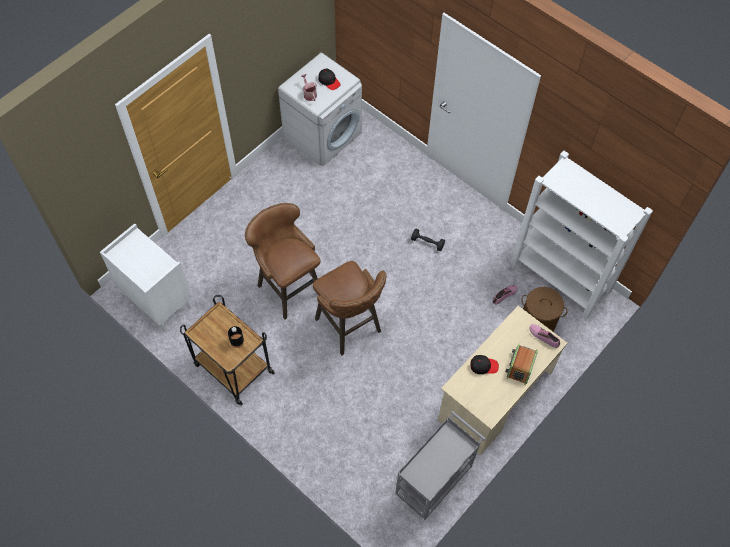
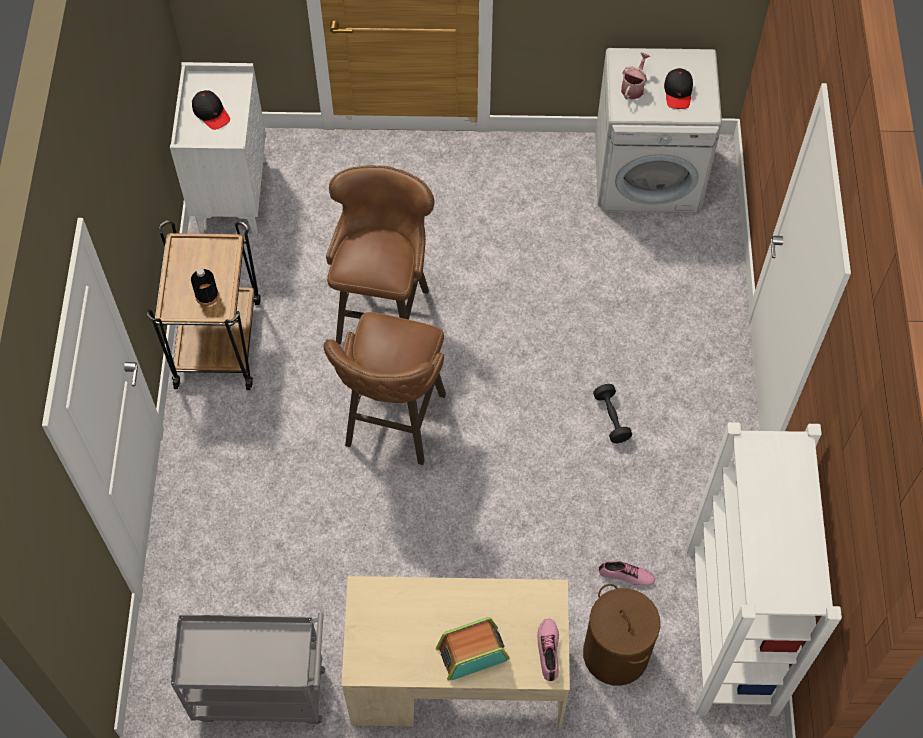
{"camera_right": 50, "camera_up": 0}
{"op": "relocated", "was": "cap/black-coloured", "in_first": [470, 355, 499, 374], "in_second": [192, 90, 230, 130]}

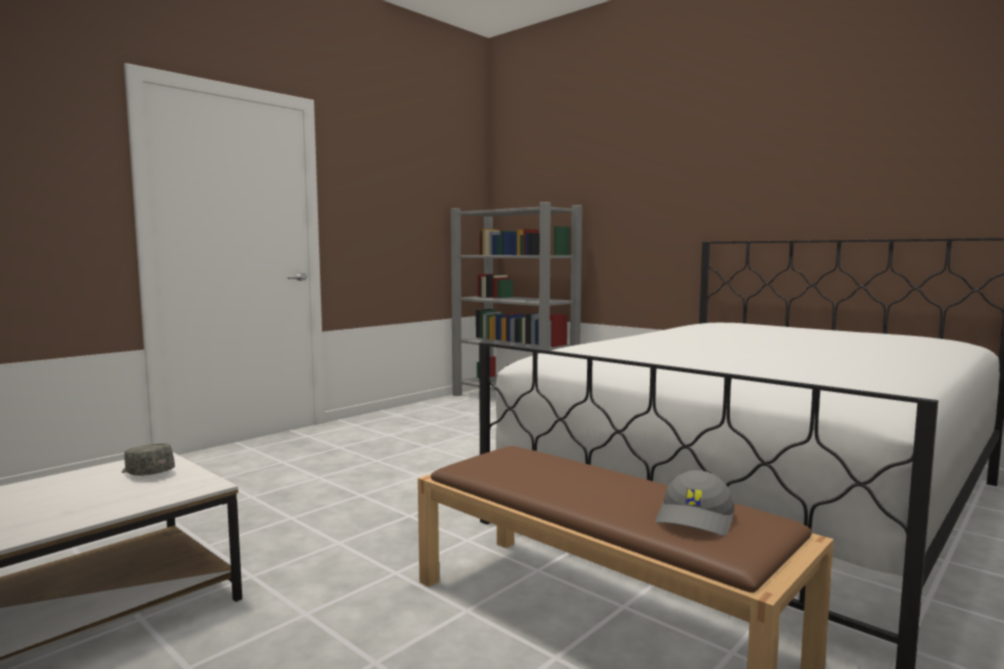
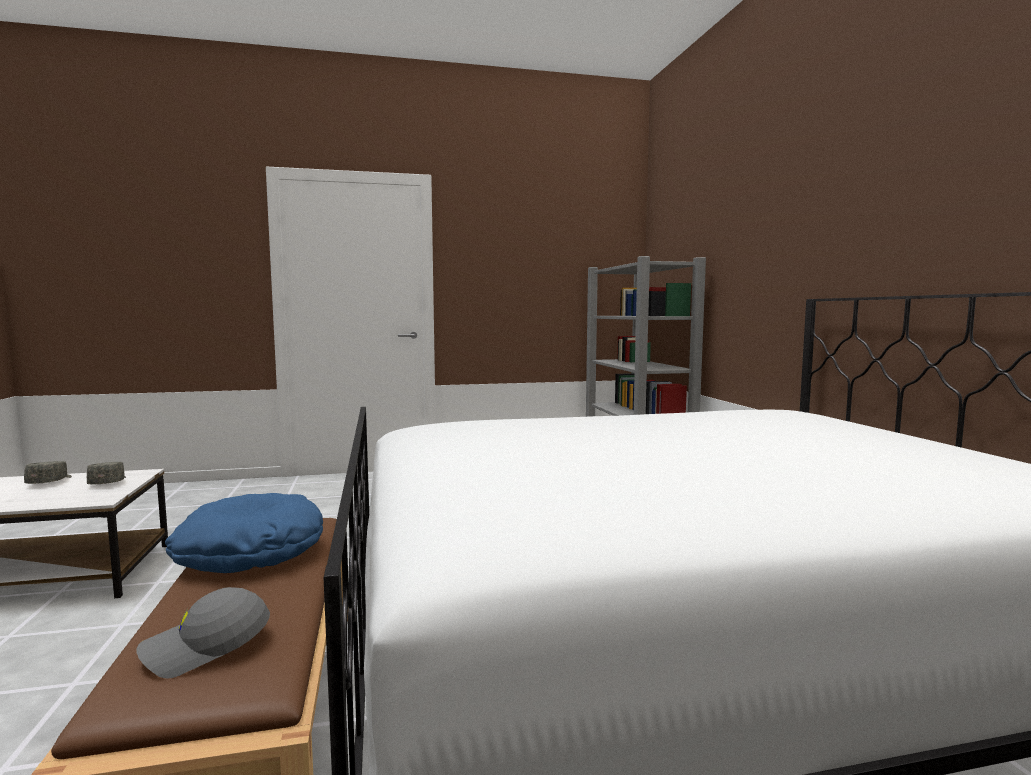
{"camera_right": 35, "camera_up": 0}
{"op": "appeared", "now": "cap/gray", "in_second": [24, 461, 72, 484]}
{"op": "appeared", "now": "pillow/bluish", "in_second": [165, 493, 323, 573]}

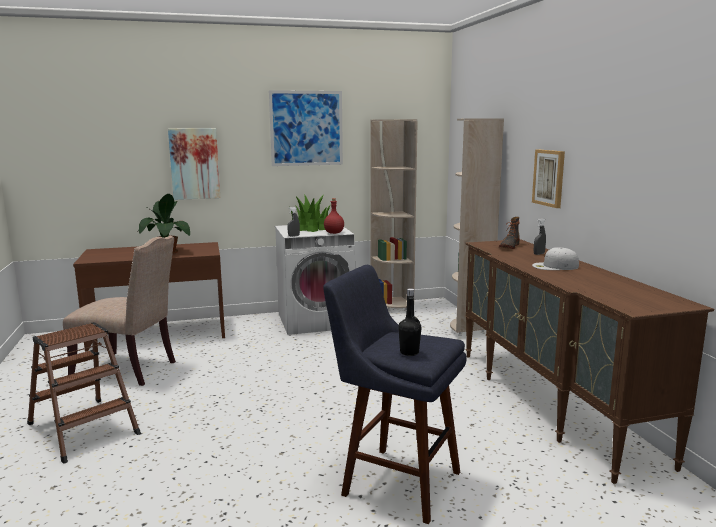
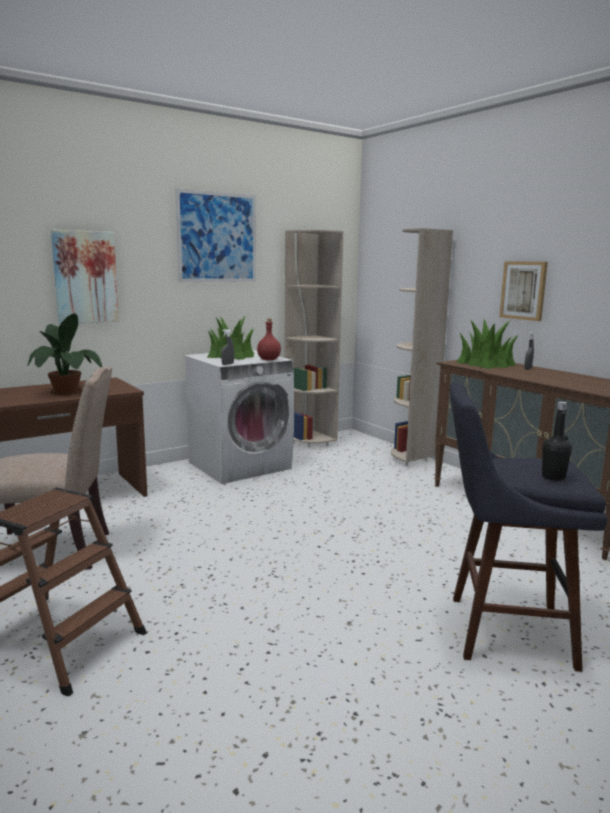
{"camera_right": -20, "camera_up": 0}
{"op": "exchanged", "was": "high-top boot", "now": "houseplant", "in_first": [499, 217, 520, 249], "in_second": [457, 319, 518, 369]}
{"op": "missing", "was": "cap/white-coloured", "in_first": [532, 247, 579, 270]}

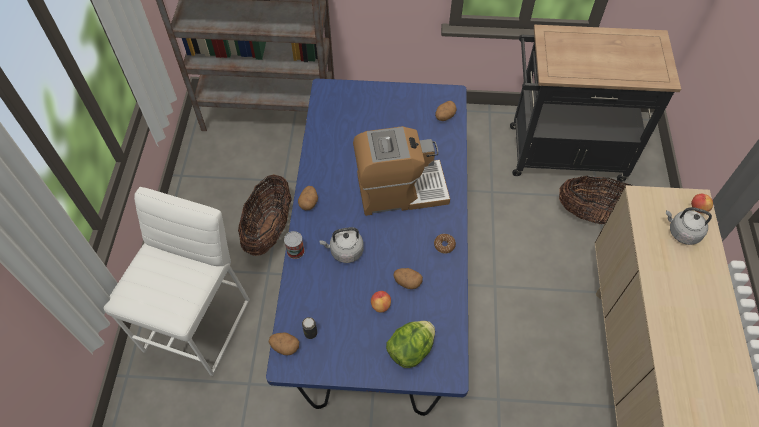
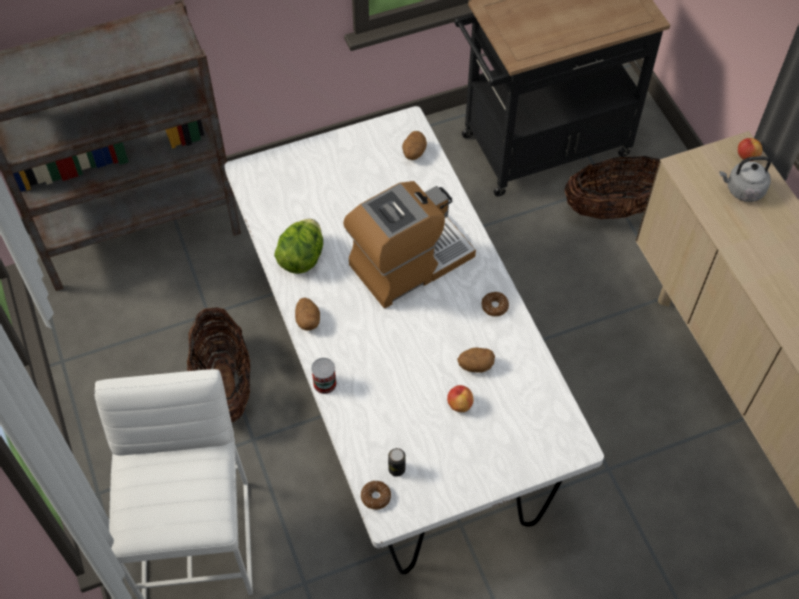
{"camera_right": -25, "camera_up": 0}
{"op": "colour", "was": "kitchen table/bluish", "now": "kitchen table/white-coloured", "in_first": [266, 79, 469, 416], "in_second": [224, 106, 604, 574]}
{"op": "missing", "was": "kettle/gray", "in_first": [319, 227, 364, 263]}
{"op": "relocated", "was": "lettuce head", "in_first": [386, 321, 435, 368], "in_second": [274, 219, 323, 274]}
{"op": "exchanged", "was": "potato", "now": "doughnut", "in_first": [269, 332, 299, 355], "in_second": [361, 481, 391, 510]}

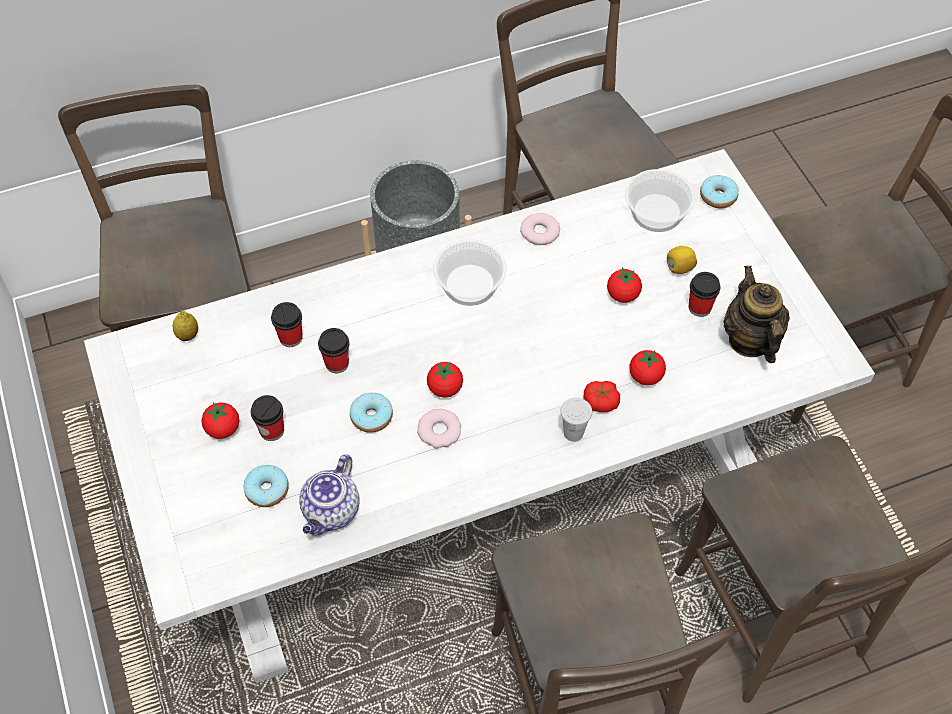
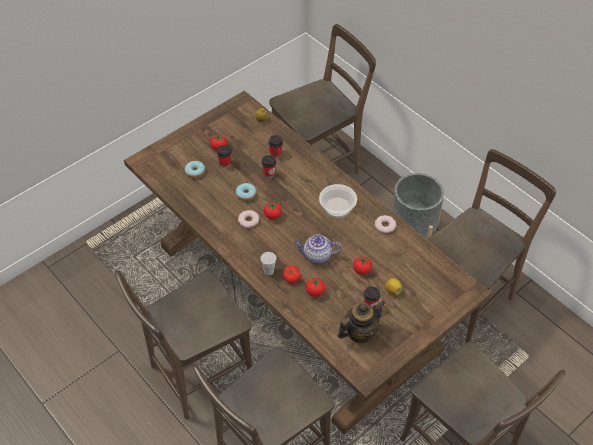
{"camera_right": 70, "camera_up": -5}
{"op": "colour", "was": "kitchen table/white-coloured", "now": "kitchen table/brown", "in_first": [84, 149, 875, 683], "in_second": [124, 91, 492, 434]}
{"op": "missing", "was": "deep dish", "in_first": [625, 169, 696, 232]}
{"op": "missing", "was": "doughnut", "in_first": [700, 175, 739, 208]}
{"op": "relocated", "was": "teapot", "in_first": [299, 454, 359, 536], "in_second": [294, 235, 342, 264]}

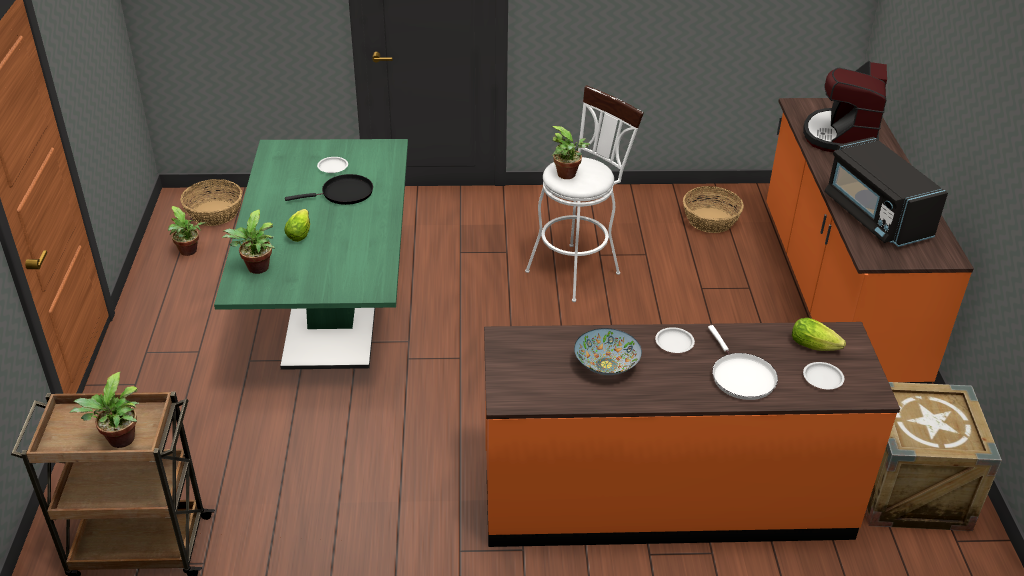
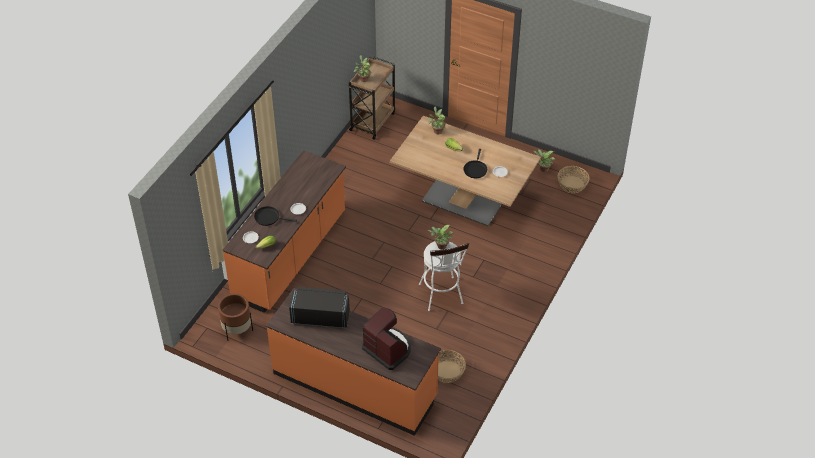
{"camera_right": 120, "camera_up": 10}
{"op": "colour", "was": "kitchen table/green", "now": "kitchen table/brown", "in_first": [214, 139, 408, 370], "in_second": [390, 116, 541, 226]}
{"op": "colour", "was": "frying pan/white-coloured", "now": "frying pan/black-coloured", "in_first": [708, 325, 778, 400], "in_second": [254, 206, 297, 226]}
{"op": "missing", "was": "deep dish", "in_first": [574, 328, 642, 375]}
{"op": "exchanged", "was": "crate", "now": "plant pot/brown", "in_first": [866, 382, 1002, 531], "in_second": [218, 294, 253, 341]}

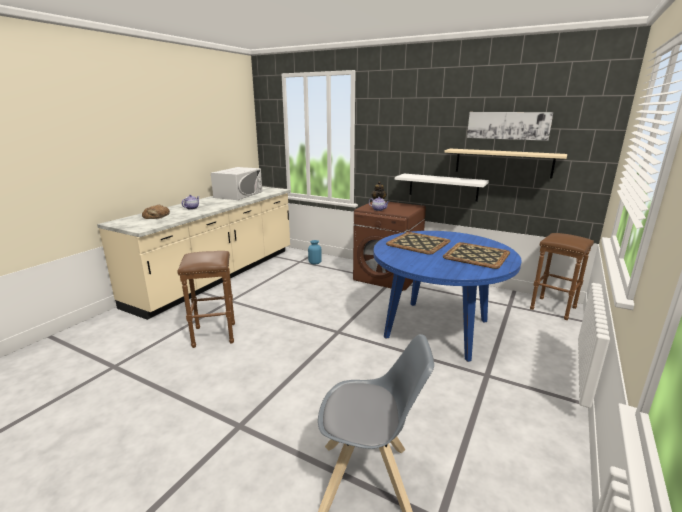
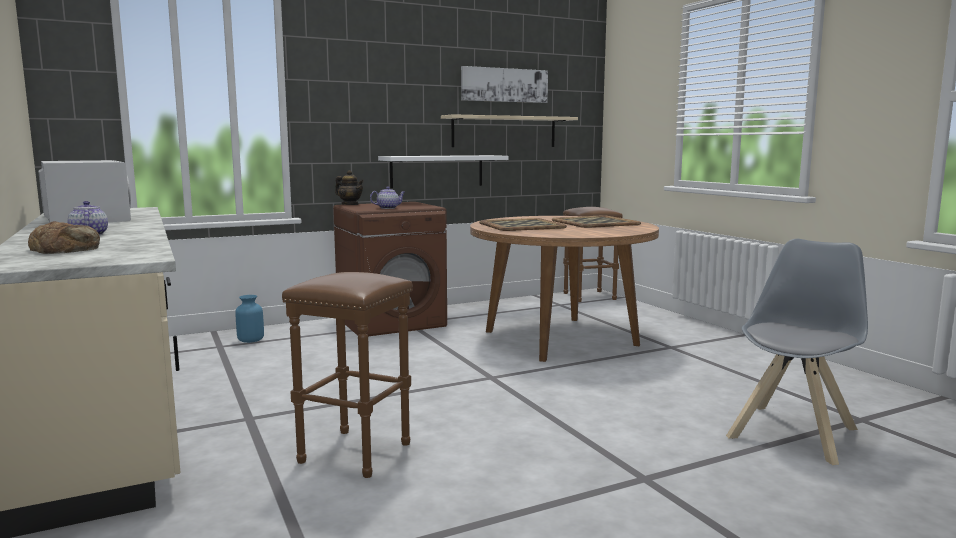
{"camera_right": -55, "camera_up": -10}
{"op": "colour", "was": "kitchen table/bluish", "now": "kitchen table/brown", "in_first": [374, 231, 522, 362], "in_second": [470, 216, 659, 362]}

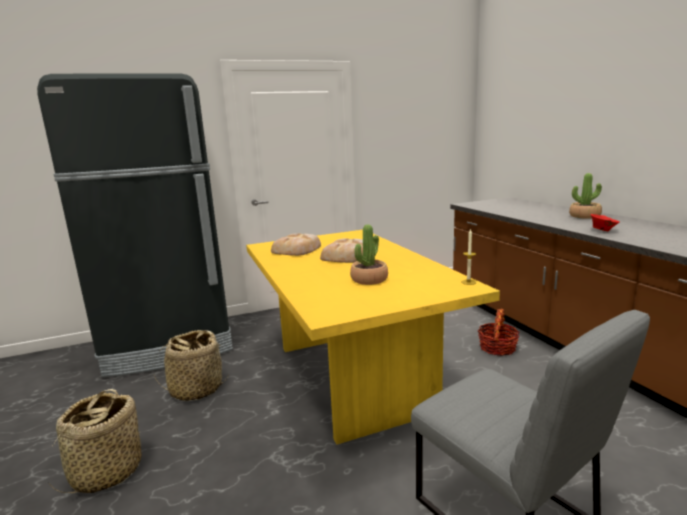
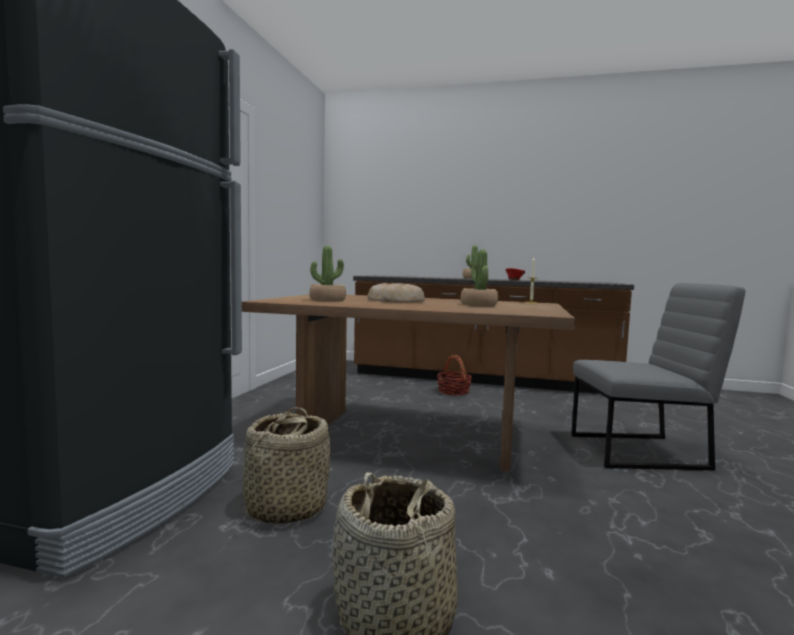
{"camera_right": -55, "camera_up": -10}
{"op": "colour", "was": "kitchen table/yellowish", "now": "kitchen table/brown", "in_first": [246, 230, 500, 444], "in_second": [242, 294, 575, 472]}
{"op": "exchanged", "was": "baked bread", "now": "houseplant", "in_first": [271, 233, 321, 256], "in_second": [309, 246, 346, 302]}

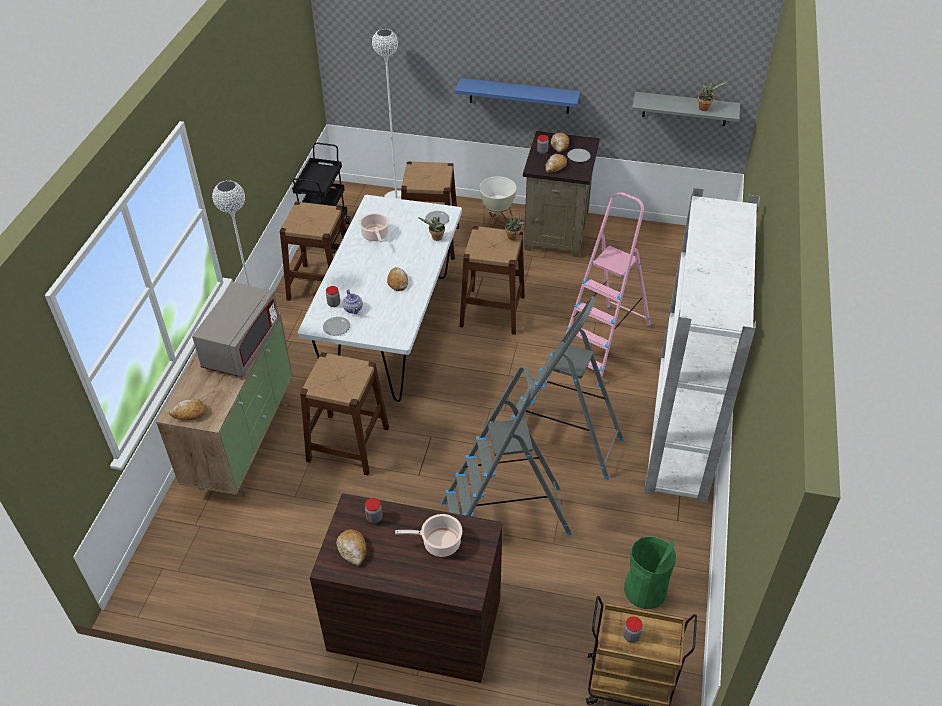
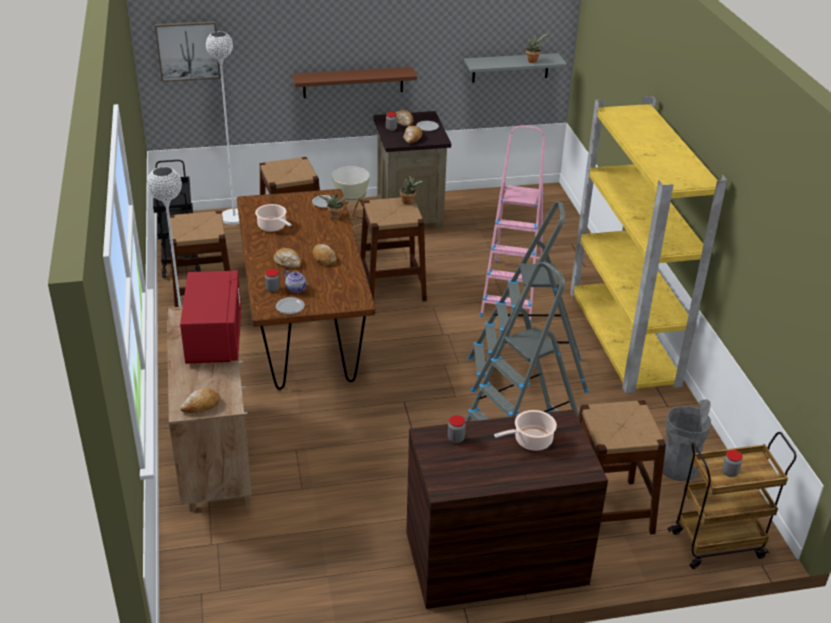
{"camera_right": -25, "camera_up": -10}
{"op": "colour", "was": "bracket shelf/bluish", "now": "bracket shelf/brown", "in_first": [455, 78, 580, 114], "in_second": [293, 67, 417, 98]}
{"op": "colour", "was": "bookcase/white-coloured", "now": "bookcase/yellowish", "in_first": [644, 188, 760, 504], "in_second": [570, 96, 727, 394]}
{"op": "colour", "was": "kitchen table/white-coloured", "now": "kitchen table/brown", "in_first": [297, 195, 462, 402], "in_second": [237, 189, 376, 390]}
{"op": "colour", "was": "microwave oven/gray", "now": "microwave oven/reddish", "in_first": [192, 282, 280, 377], "in_second": [180, 270, 241, 364]}
{"op": "relocated", "was": "stool seat/brown", "in_first": [300, 352, 389, 476], "in_second": [578, 400, 666, 534]}
{"op": "relocated", "was": "baked bread", "in_first": [336, 529, 367, 566], "in_second": [274, 248, 302, 268]}
{"op": "colour", "was": "rubbish bin/green", "now": "rubbish bin/gray", "in_first": [624, 536, 676, 609], "in_second": [663, 399, 711, 481]}
{"op": "appeared", "now": "wall art", "in_second": [155, 21, 220, 82]}

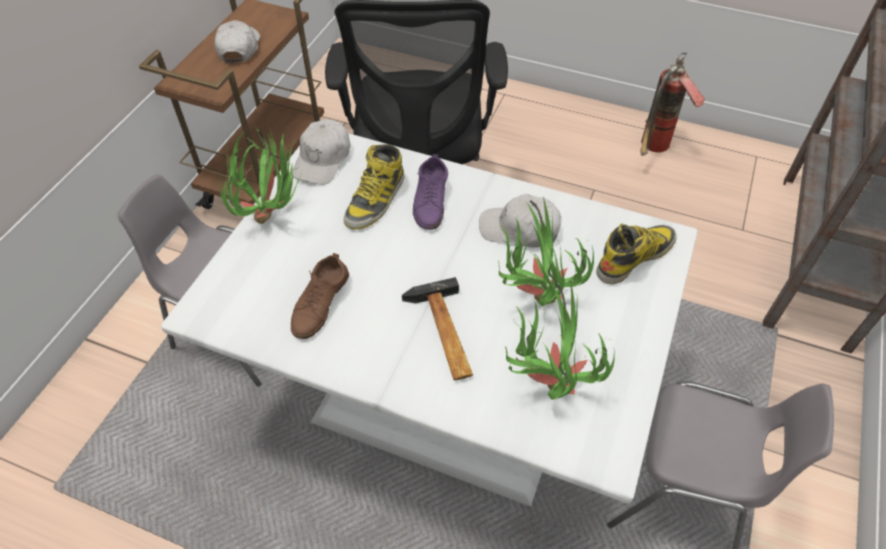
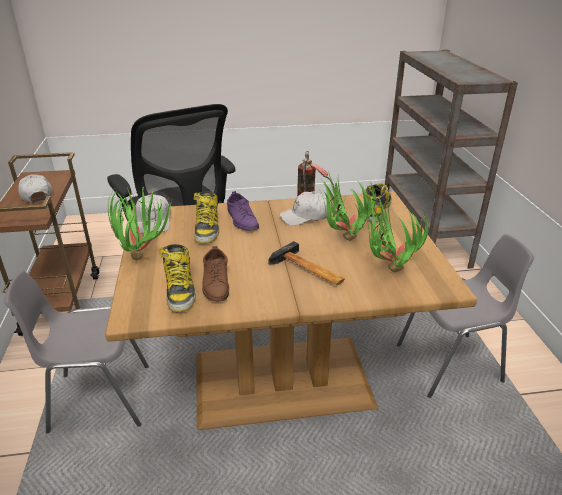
{"camera_right": -30, "camera_up": -20}
{"op": "colour", "was": "kitchen table/white-coloured", "now": "kitchen table/brown", "in_first": [161, 133, 697, 506], "in_second": [105, 192, 477, 430]}
{"op": "appeared", "now": "high-top boot", "in_second": [160, 244, 196, 312]}

